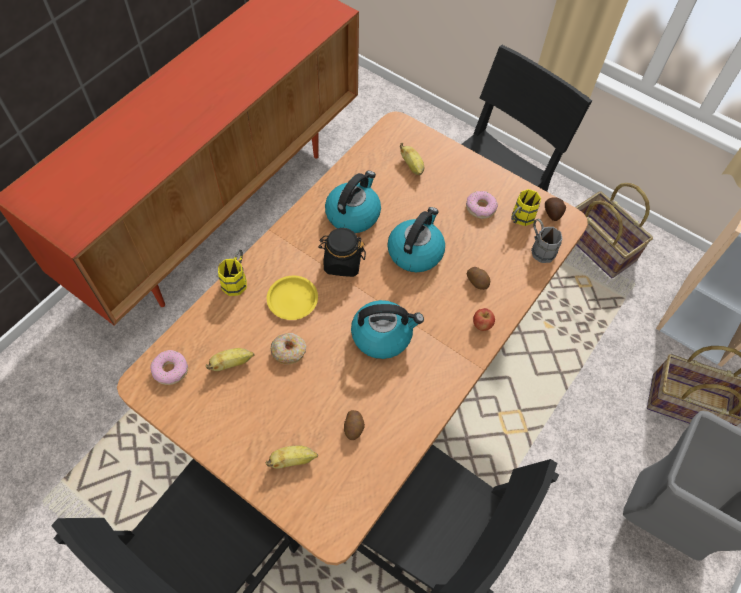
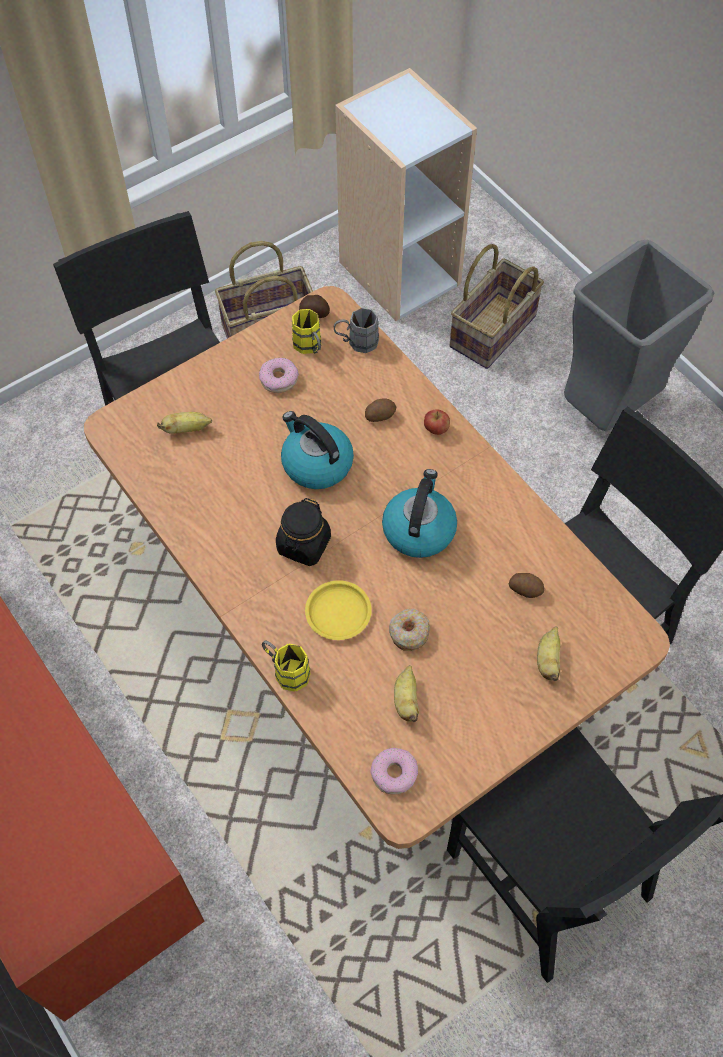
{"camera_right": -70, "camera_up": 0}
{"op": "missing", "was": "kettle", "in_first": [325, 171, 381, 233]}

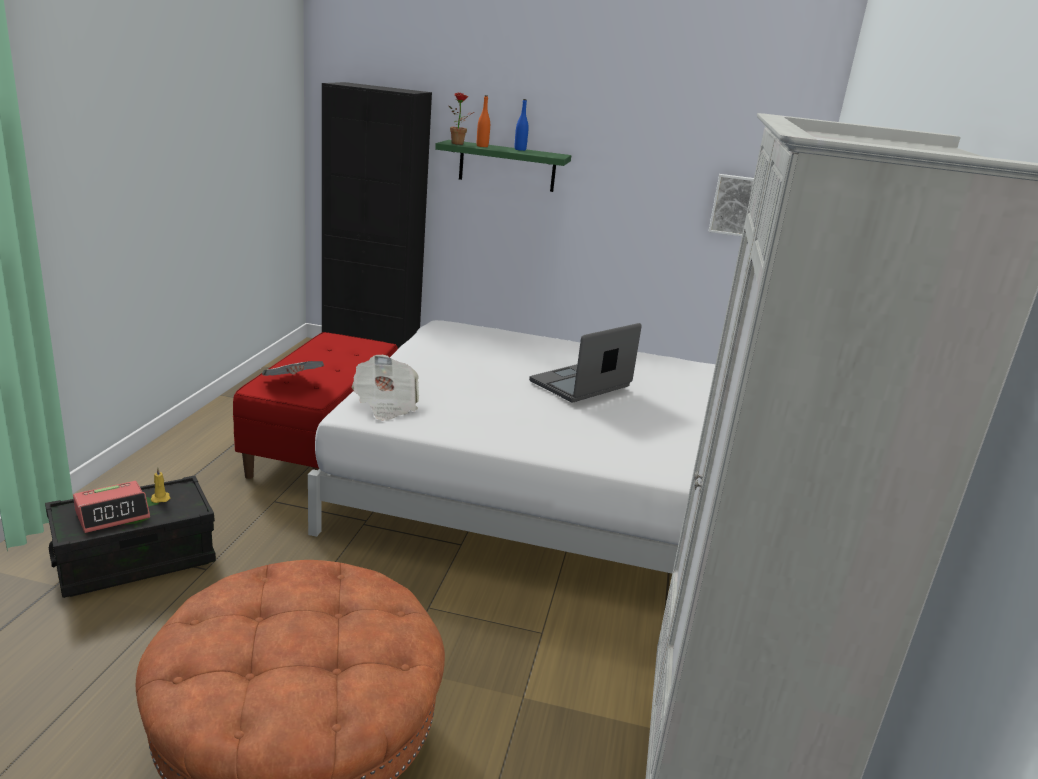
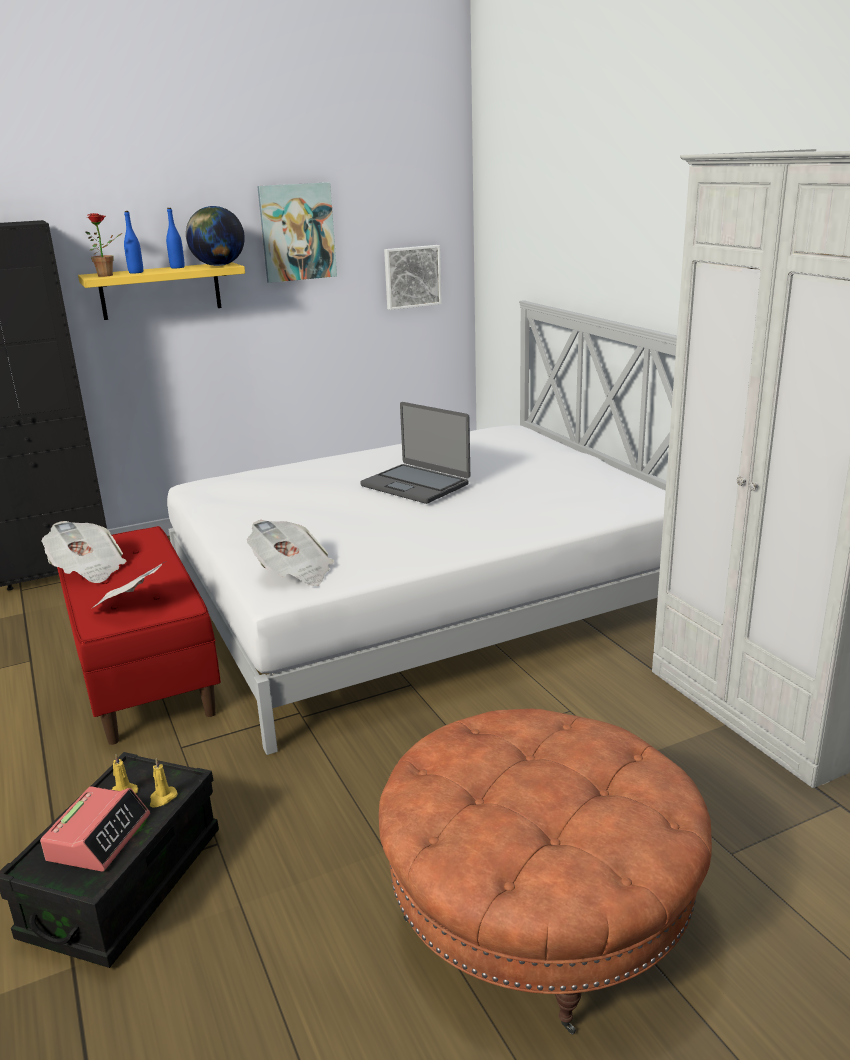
{"camera_right": -35, "camera_up": 0}
{"op": "colour", "was": "bottle/orange", "now": "bottle/bluish", "in_first": [477, 95, 490, 147], "in_second": [124, 211, 143, 274]}
{"op": "colour", "was": "bracket shelf/green", "now": "bracket shelf/yellowish", "in_first": [435, 140, 571, 192], "in_second": [78, 262, 245, 320]}
{"op": "spun", "was": "portable computer", "in_first": [529, 323, 642, 403], "in_second": [360, 402, 470, 504], "clockwise": -60}
{"op": "appeared", "now": "wall art", "in_second": [257, 182, 337, 283]}
{"op": "appeared", "now": "globe", "in_second": [186, 206, 245, 266]}
{"op": "appeared", "now": "newspaper", "in_second": [41, 521, 126, 583]}
{"op": "appeared", "now": "wax candle/yellowish", "in_second": [150, 758, 177, 808]}

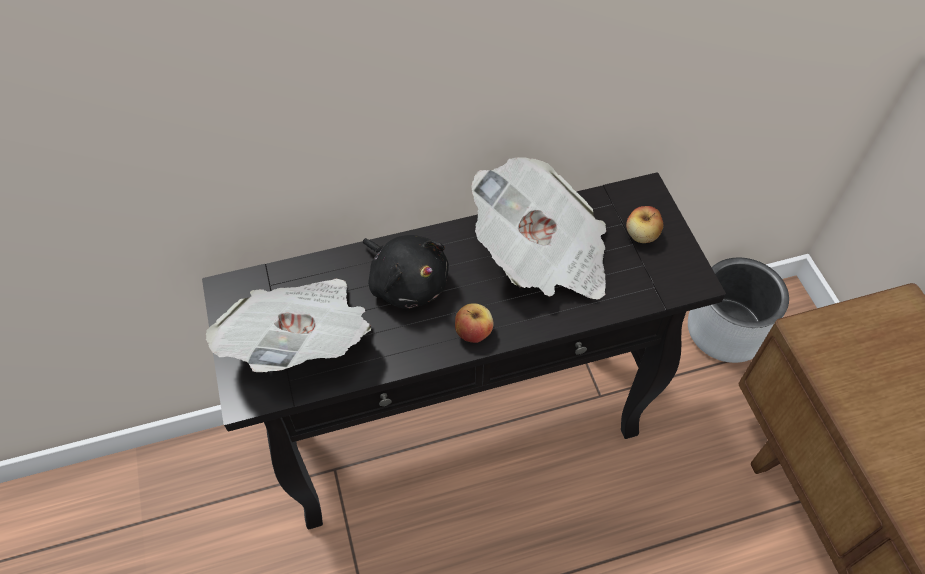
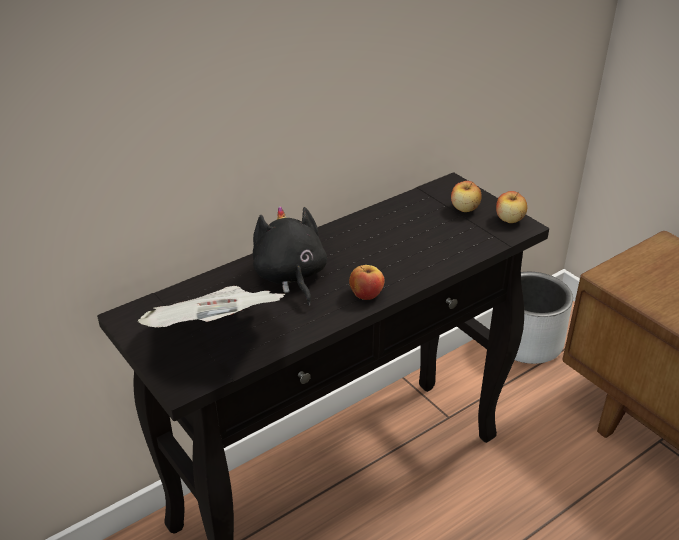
{"camera_right": -20, "camera_up": -20}
{"op": "missing", "was": "newspaper", "in_first": [471, 157, 606, 299]}
{"op": "spun", "was": "cuddly toy/black-coloured", "in_first": [363, 235, 449, 309], "in_second": [253, 206, 327, 306], "clockwise": -135}
{"op": "appeared", "now": "apple", "in_second": [496, 191, 527, 223]}

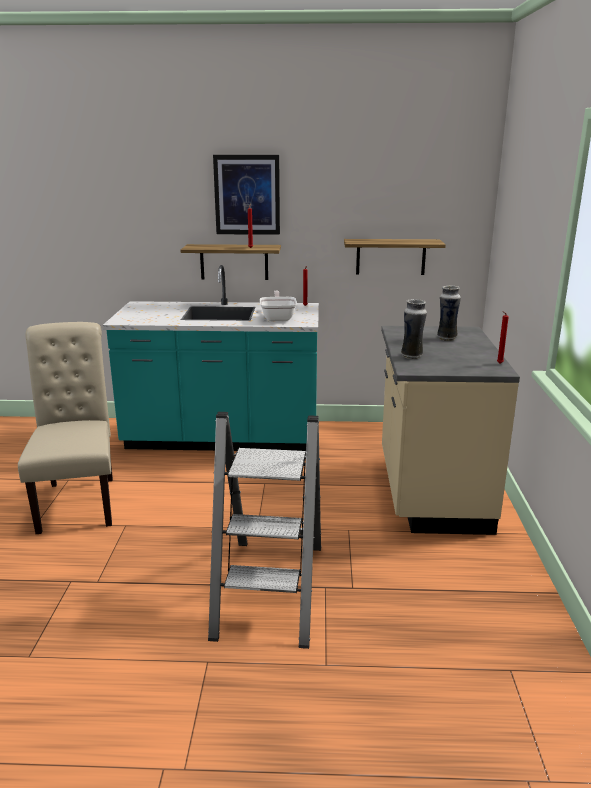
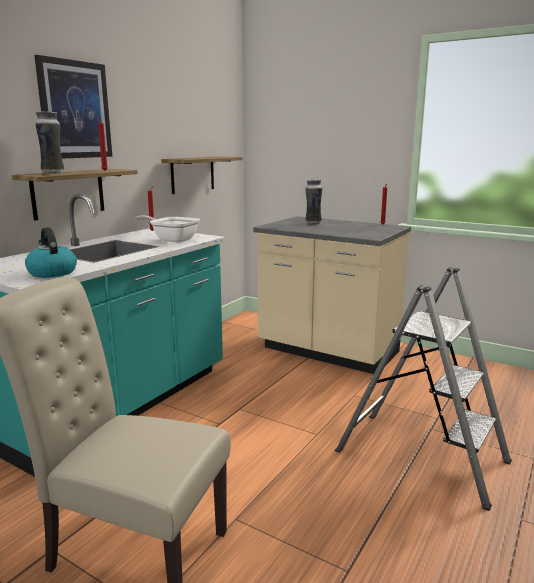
{"camera_right": -60, "camera_up": -5}
{"op": "relocated", "was": "flower vase", "in_first": [401, 299, 427, 359], "in_second": [35, 112, 64, 174]}
{"op": "appeared", "now": "kettle", "in_second": [25, 227, 77, 278]}

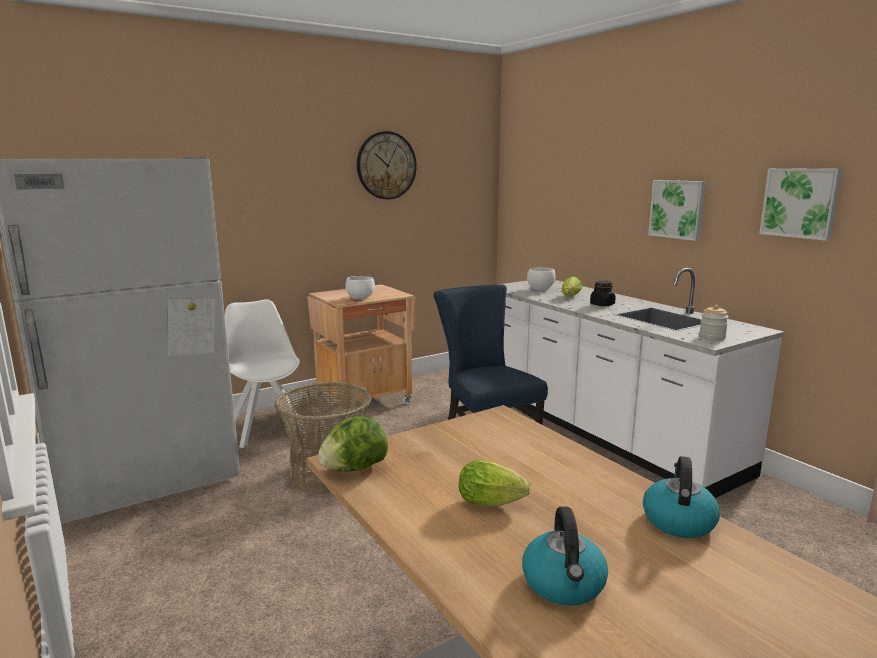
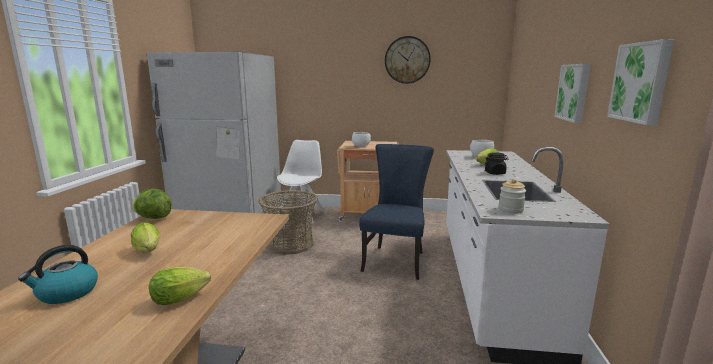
{"camera_right": 40, "camera_up": 0}
{"op": "exchanged", "was": "kettle", "now": "lettuce head", "in_first": [643, 456, 720, 538], "in_second": [149, 267, 211, 305]}

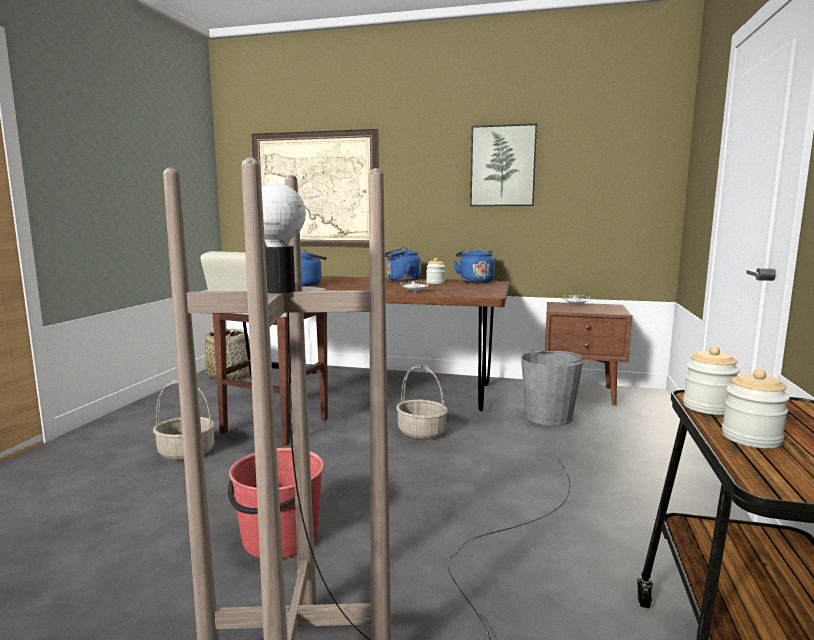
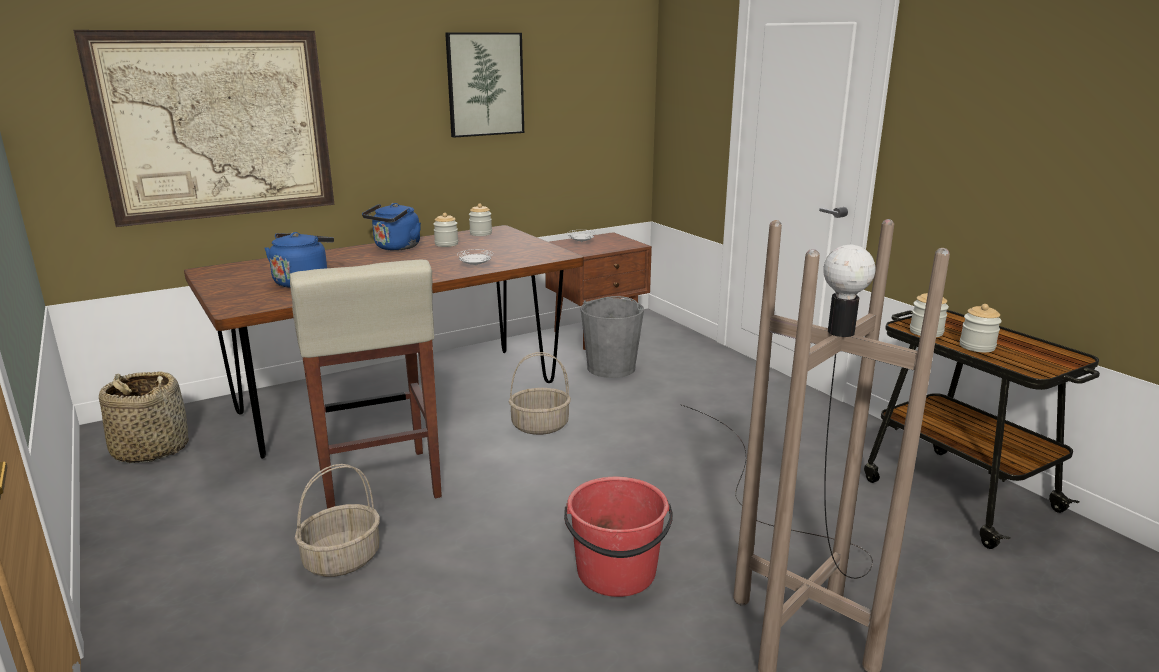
{"camera_right": -45, "camera_up": 10}
{"op": "exchanged", "was": "kettle/bluish", "now": "storage jar", "in_first": [454, 248, 495, 283], "in_second": [469, 204, 492, 236]}

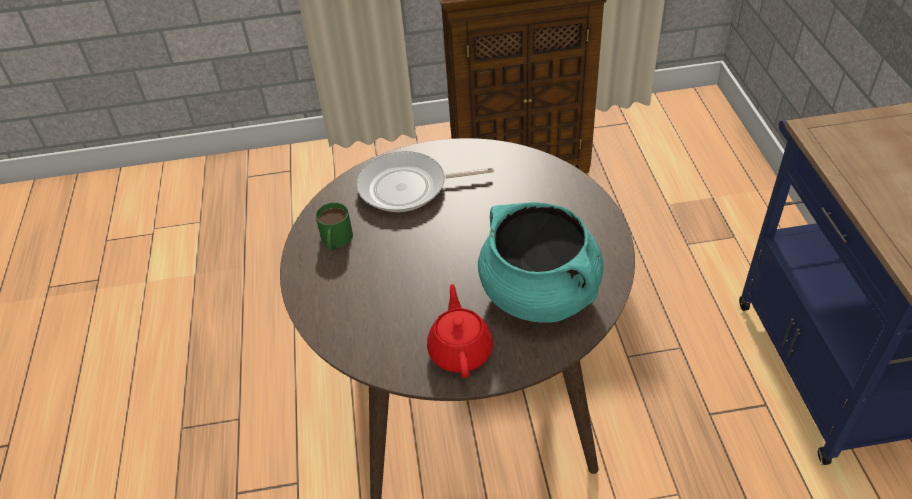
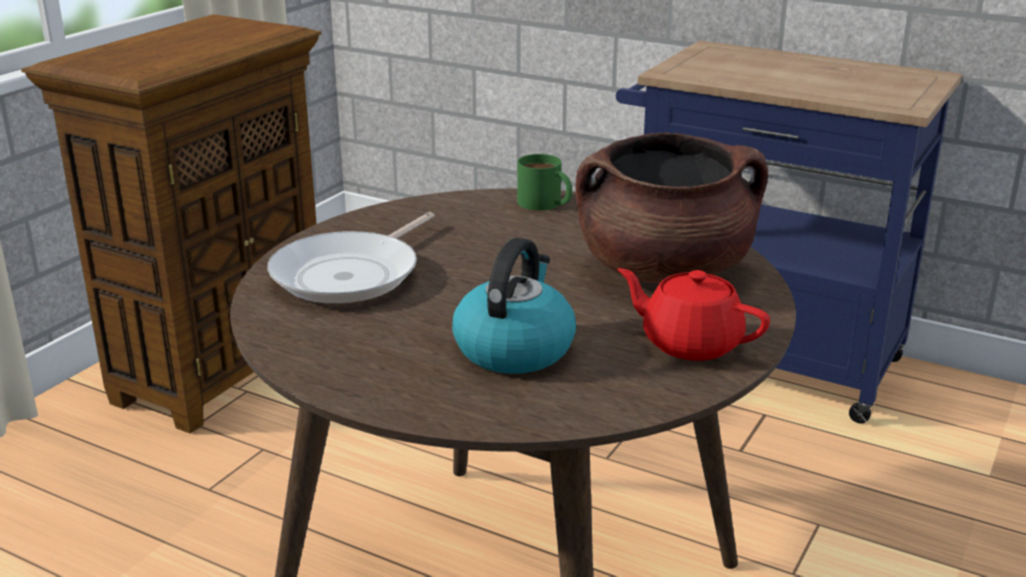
{"camera_right": -55, "camera_up": -20}
{"op": "relocated", "was": "mug/green", "in_first": [316, 202, 353, 251], "in_second": [517, 154, 572, 211]}
{"op": "colour", "was": "stockpot/turquoise-coloured", "now": "stockpot/brown", "in_first": [478, 202, 604, 323], "in_second": [575, 132, 768, 284]}
{"op": "appeared", "now": "kettle", "in_second": [452, 238, 576, 374]}

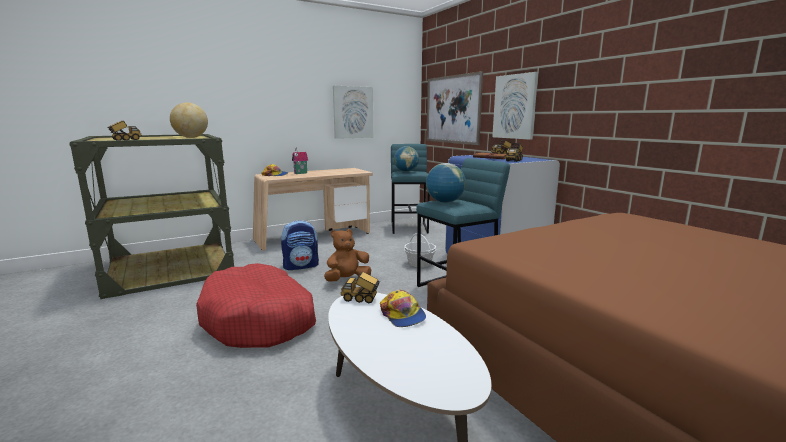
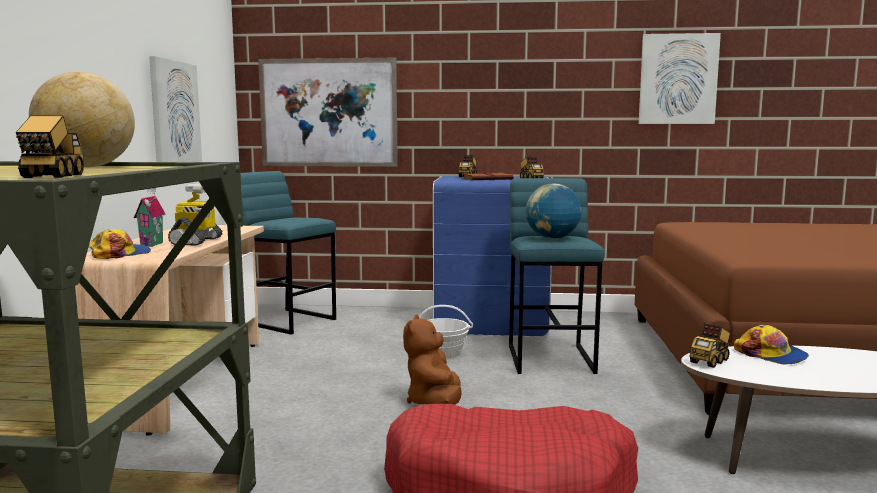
{"camera_right": -55, "camera_up": -5}
{"op": "relocated", "was": "wall art", "in_first": [492, 72, 538, 140], "in_second": [639, 33, 721, 124]}
{"op": "missing", "was": "globe", "in_first": [394, 146, 419, 172]}
{"op": "missing", "was": "rucksack", "in_first": [281, 220, 319, 270]}
{"op": "spun", "was": "cap", "in_first": [380, 290, 426, 327], "in_second": [734, 325, 809, 365], "clockwise": 45}
{"op": "appeared", "now": "model robot", "in_second": [168, 183, 222, 246]}

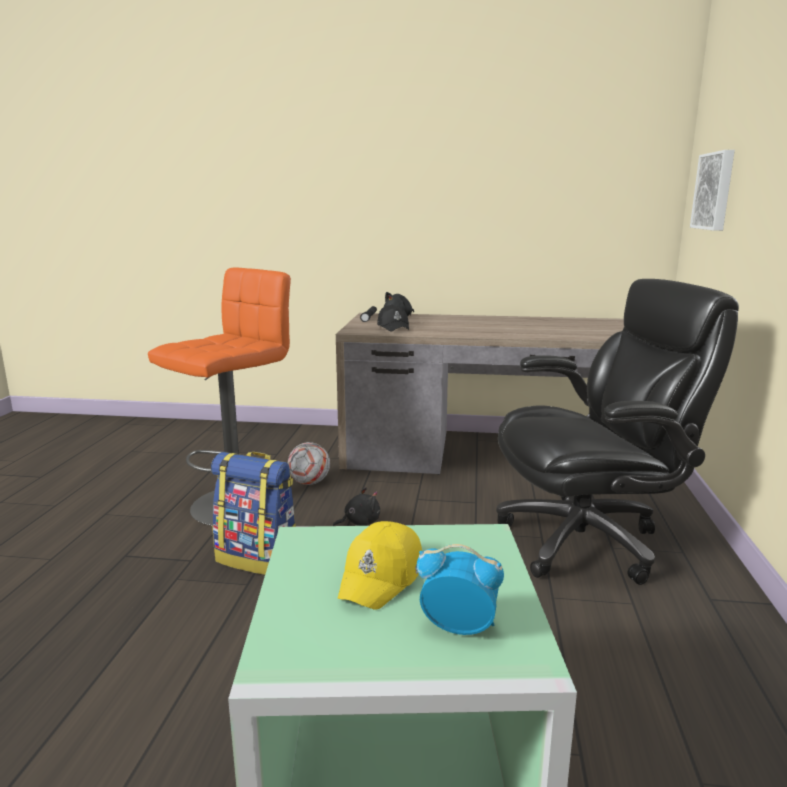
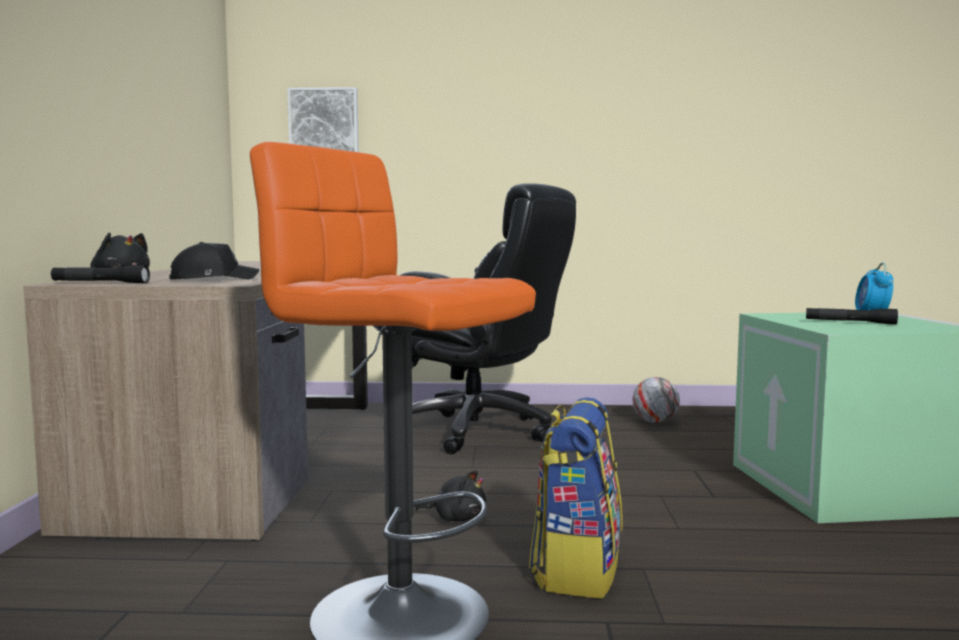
{"camera_right": -95, "camera_up": -10}
{"op": "spun", "was": "office chair/black-coloured", "in_first": [496, 279, 739, 585], "in_second": [400, 183, 576, 454], "clockwise": 135}
{"op": "relocated", "was": "football ball", "in_first": [287, 442, 330, 485], "in_second": [633, 377, 680, 423]}
{"op": "spun", "was": "cuddly toy/black-coloured", "in_first": [332, 487, 380, 526], "in_second": [415, 470, 486, 521], "clockwise": 135}
{"op": "exchanged", "was": "cap/yellowish", "now": "torch/black-coloured", "in_first": [337, 521, 422, 610], "in_second": [806, 308, 898, 324]}

